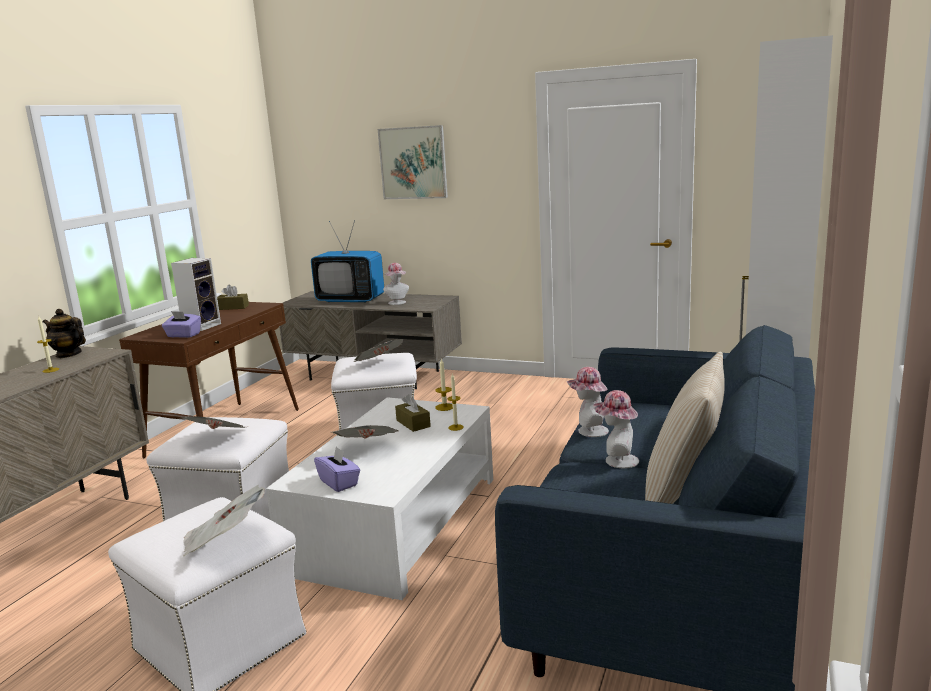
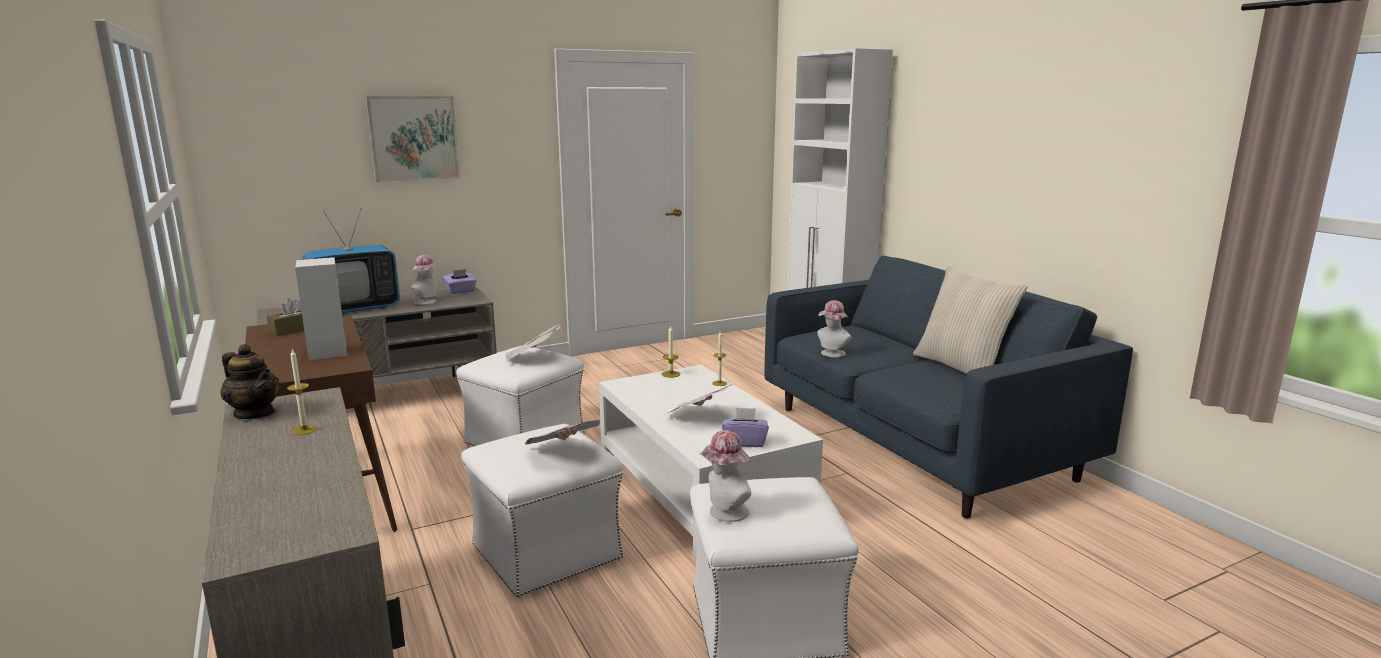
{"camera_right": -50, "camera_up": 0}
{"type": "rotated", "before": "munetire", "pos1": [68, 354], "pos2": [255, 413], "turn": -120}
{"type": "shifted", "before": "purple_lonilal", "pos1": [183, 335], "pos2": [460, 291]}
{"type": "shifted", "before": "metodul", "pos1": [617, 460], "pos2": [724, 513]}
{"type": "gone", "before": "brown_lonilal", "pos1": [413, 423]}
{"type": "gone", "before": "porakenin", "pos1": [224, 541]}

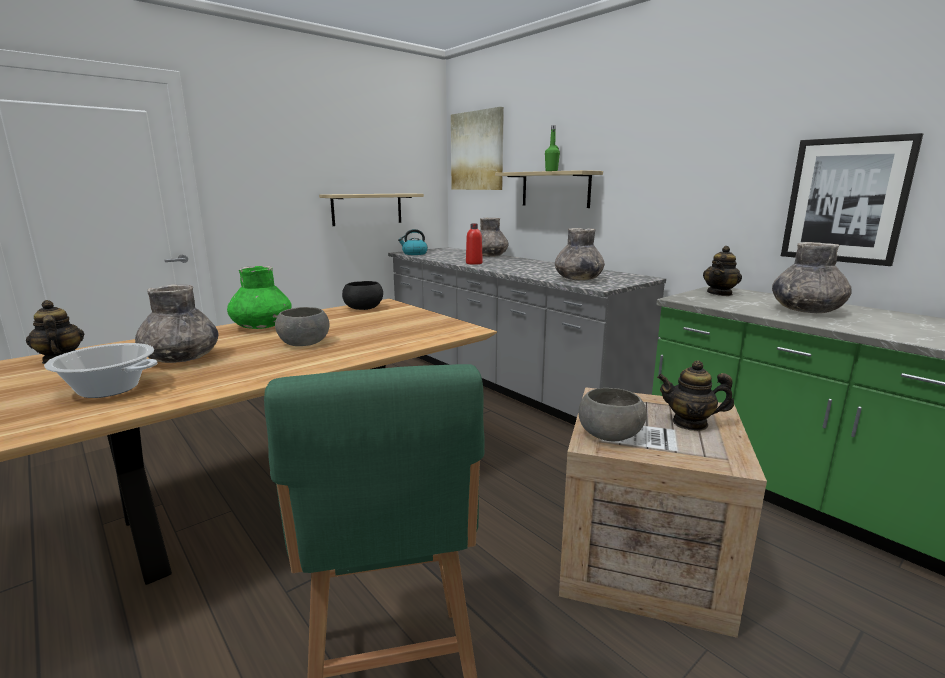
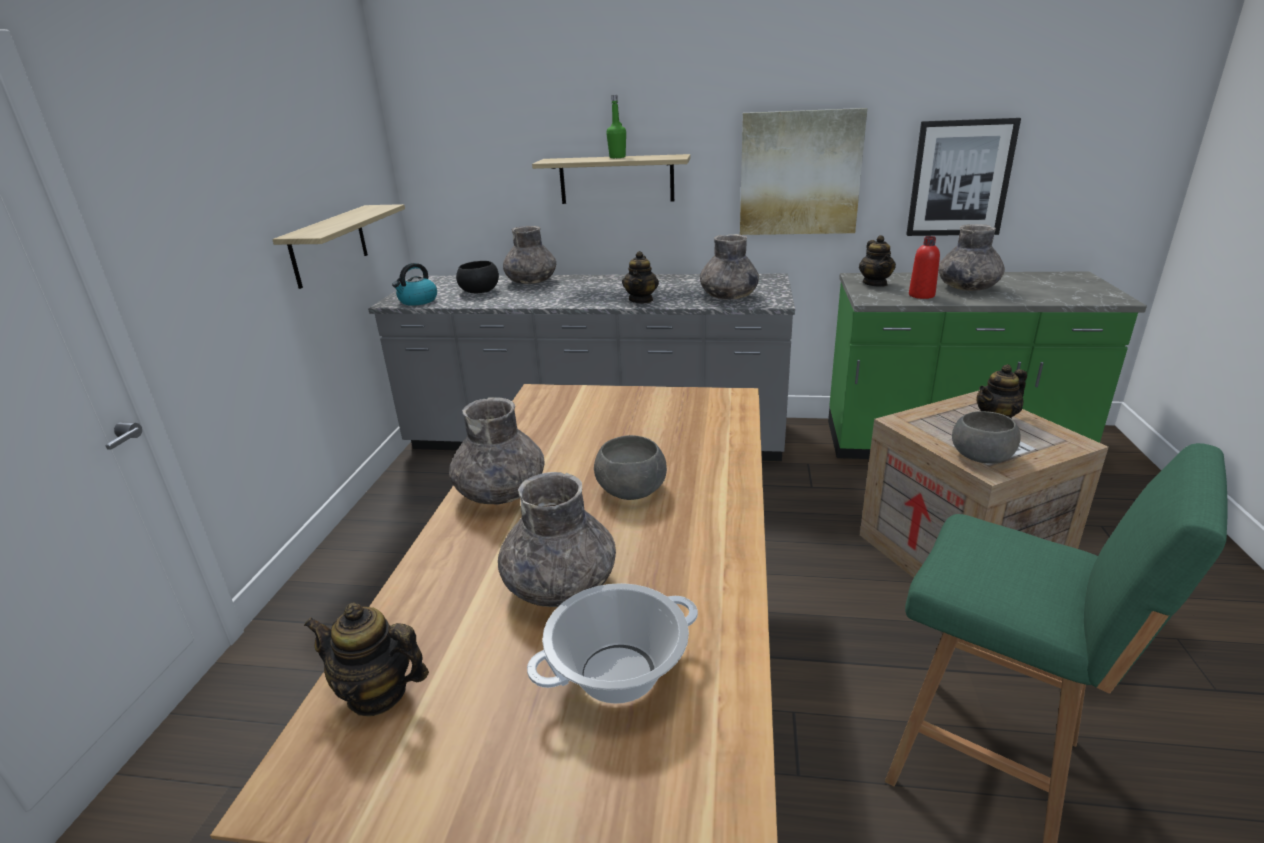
{"camera_right": -40, "camera_up": 10}
{"type": "shifted", "before": "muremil", "pos1": [477, 151], "pos2": [799, 173]}
{"type": "shifted", "before": "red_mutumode", "pos1": [474, 263], "pos2": [921, 295]}
{"type": "repainted", "before": "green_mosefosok", "after": "grey_mosefosok", "pos1": [262, 326], "pos2": [501, 492]}
{"type": "shifted", "before": "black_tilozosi", "pos1": [363, 308], "pos2": [479, 291]}
{"type": "new", "after": "munetire", "pos2": [641, 300]}

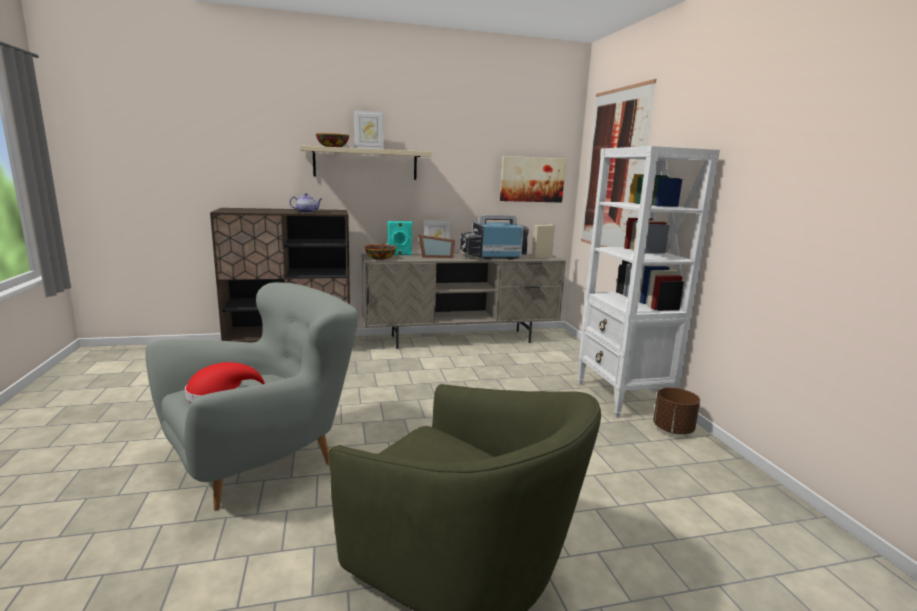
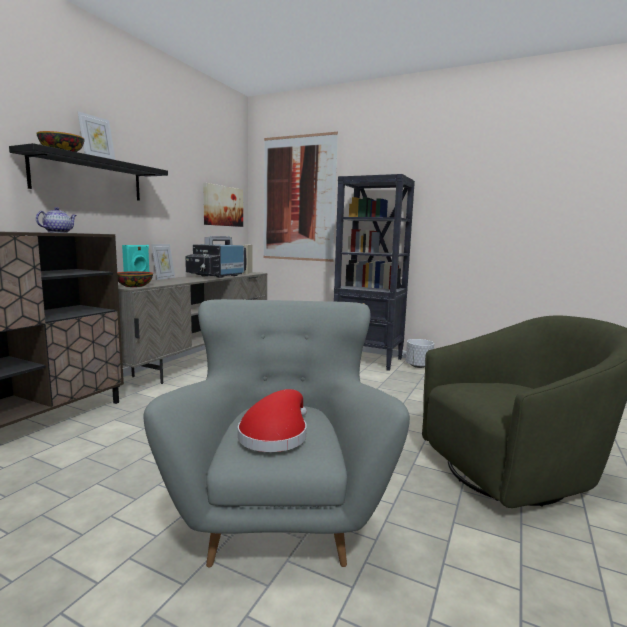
{"camera_right": -50, "camera_up": -5}
{"type": "repainted", "before": "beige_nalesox", "after": "black_nalesox", "pos1": [365, 163], "pos2": [89, 178]}
{"type": "repainted", "before": "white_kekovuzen", "after": "black_kekovuzen", "pos1": [623, 397], "pos2": [368, 360]}
{"type": "gone", "before": "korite", "pos1": [435, 256]}
{"type": "repainted", "before": "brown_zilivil", "after": "white_zilivil", "pos1": [672, 429], "pos2": [418, 366]}

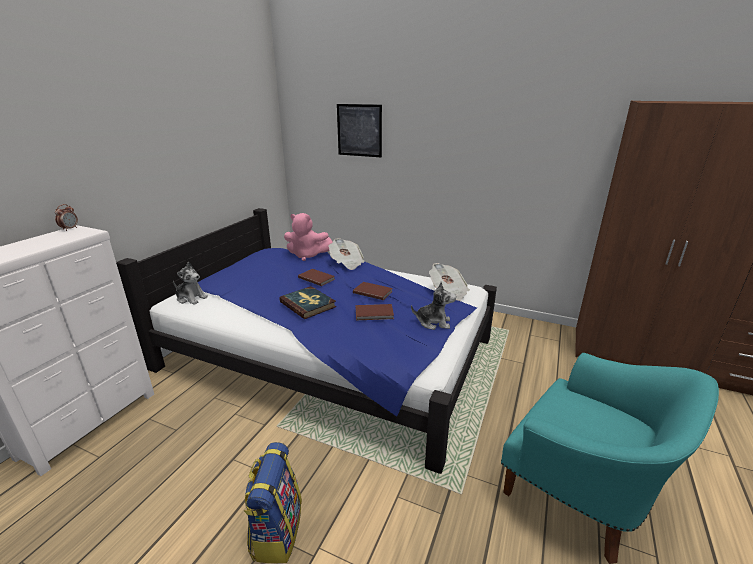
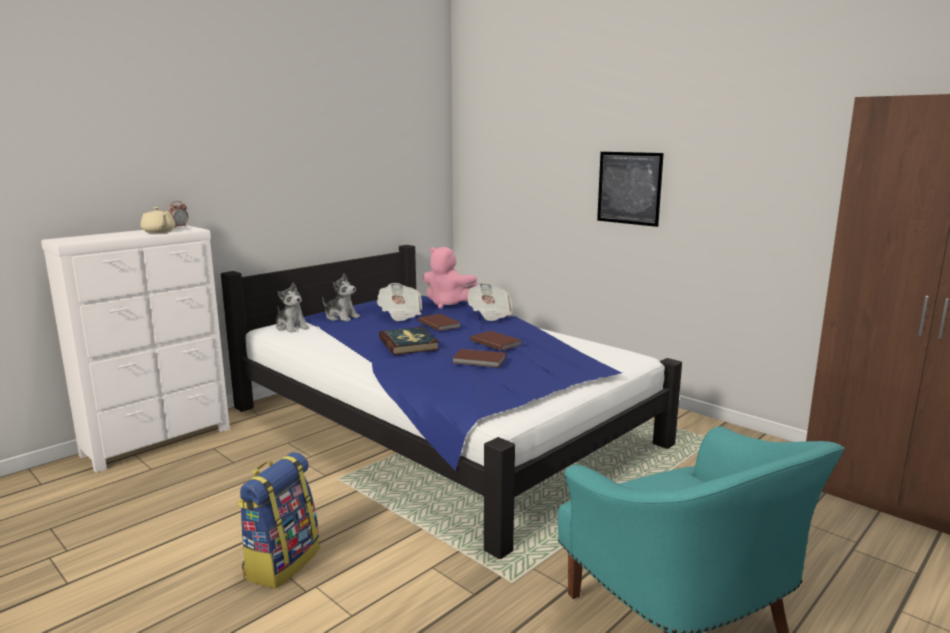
{"camera_right": 20, "camera_up": -10}
{"type": "shifted", "before": "muremil", "pos1": [359, 130], "pos2": [629, 188]}
{"type": "shifted", "before": "porakenin", "pos1": [448, 291], "pos2": [400, 314]}
{"type": "shifted", "before": "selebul", "pos1": [433, 322], "pos2": [341, 317]}
{"type": "new", "after": "beige_munetire", "pos2": [159, 232]}

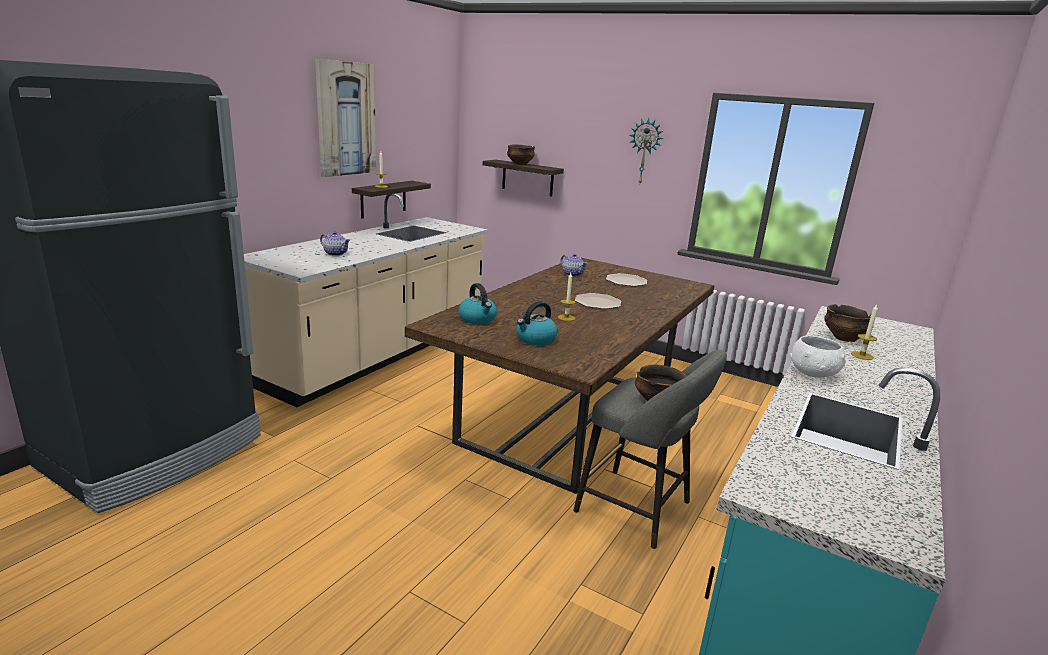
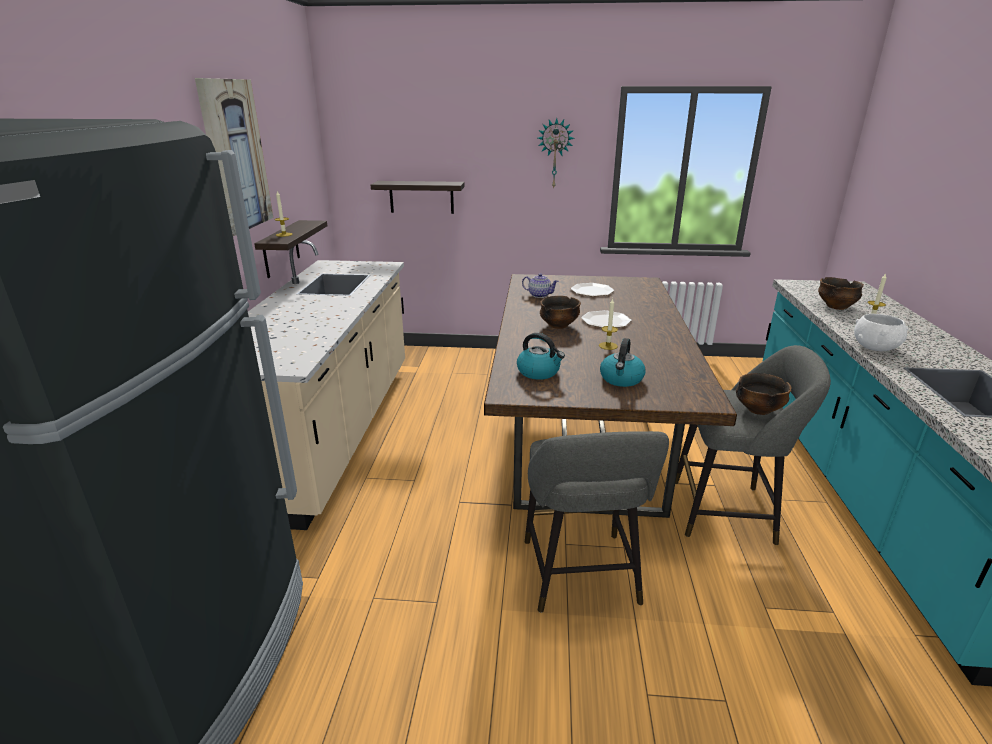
{"camera_right": -25, "camera_up": 5}
{"type": "shifted", "before": "tilozosi", "pos1": [520, 164], "pos2": [558, 326]}
{"type": "gone", "before": "munetire", "pos1": [335, 253]}
{"type": "new", "after": "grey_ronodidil", "pos2": [581, 577]}

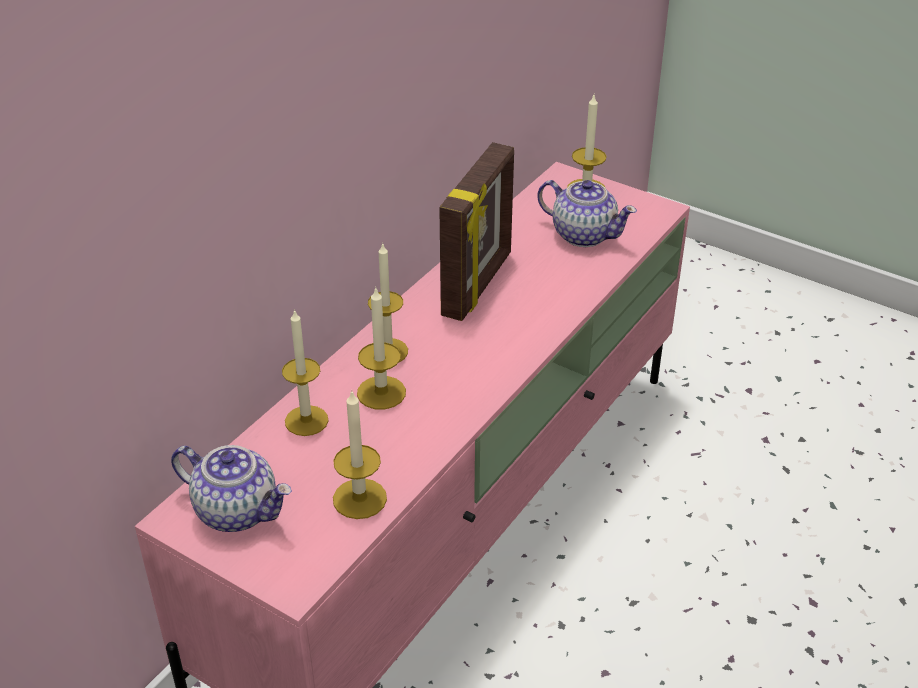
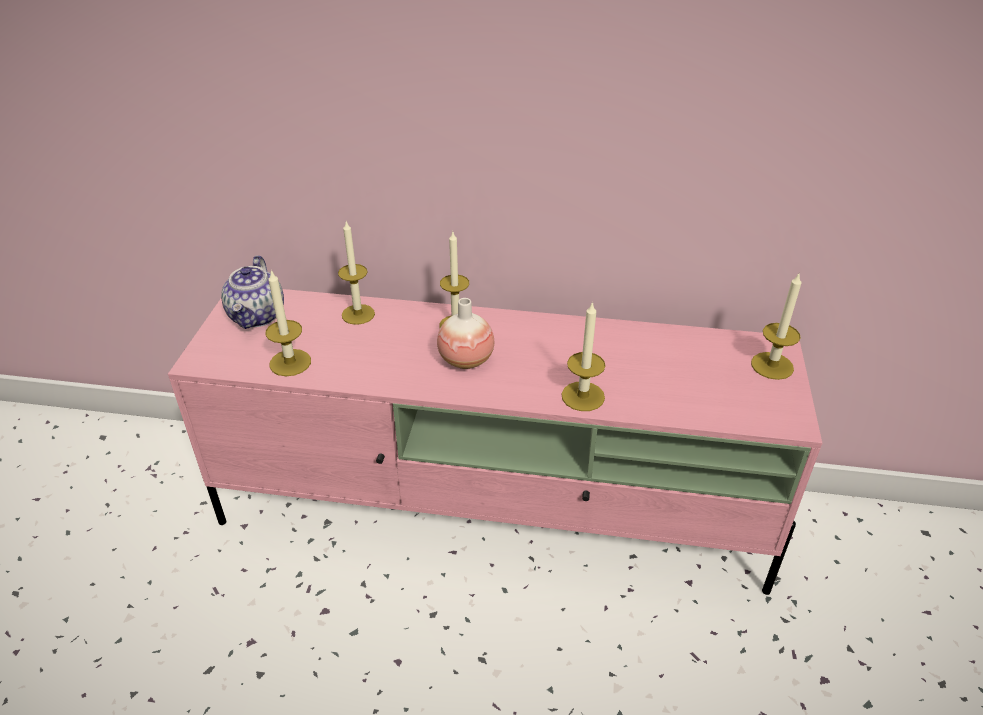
{"camera_right": 65, "camera_up": 0}
{"type": "gone", "before": "korite", "pos1": [478, 285]}
{"type": "gone", "before": "munetire", "pos1": [583, 234]}
{"type": "shifted", "before": "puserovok", "pos1": [381, 392], "pos2": [583, 396]}
{"type": "new", "after": "mosefosok", "pos2": [466, 360]}

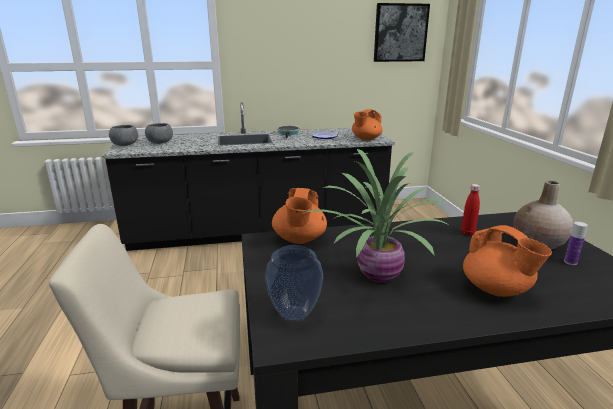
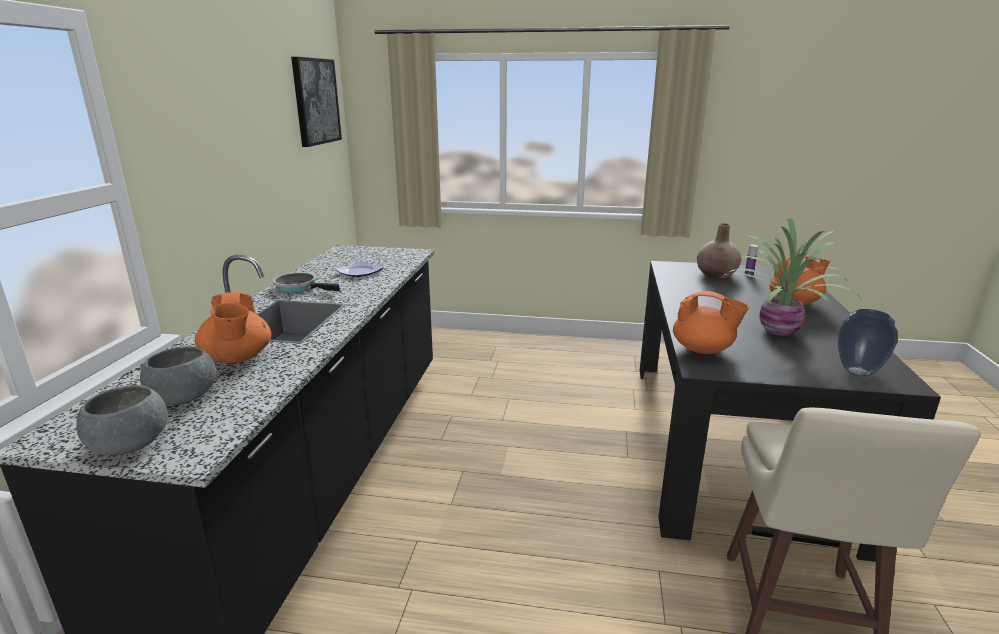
{"camera_right": -70, "camera_up": 0}
{"type": "shifted", "before": "orange_munetire", "pos1": [366, 139], "pos2": [238, 358]}
{"type": "gone", "before": "red_mutumode", "pos1": [467, 233]}

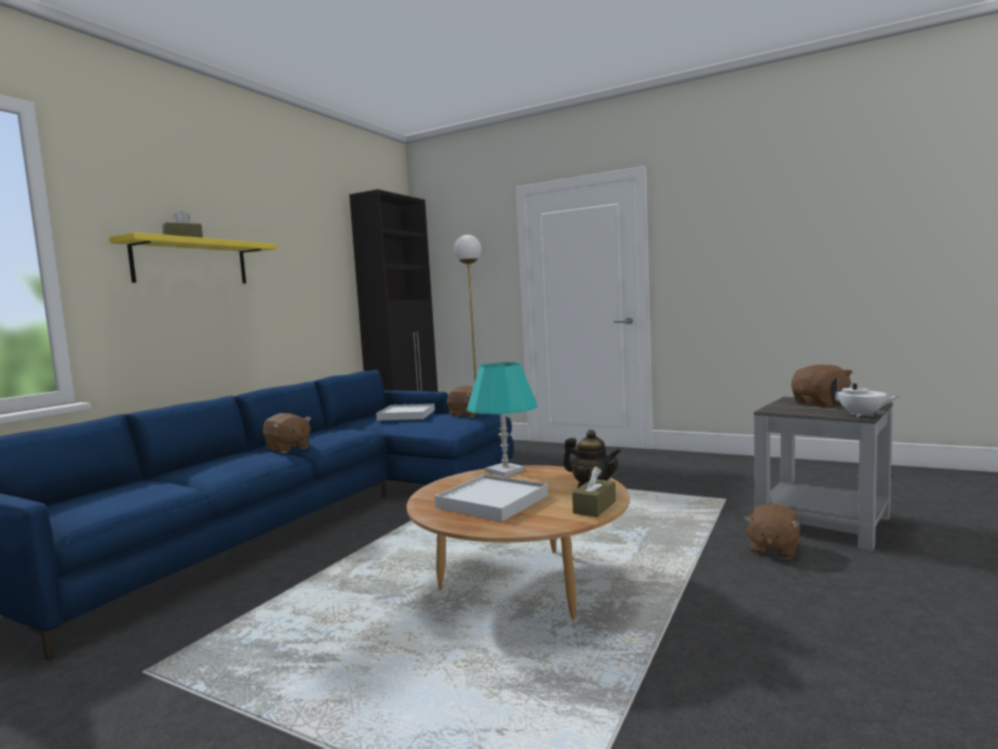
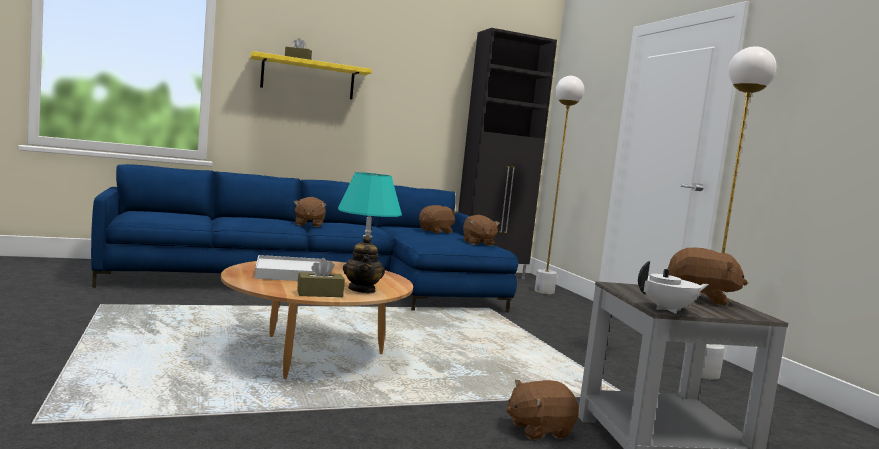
{"camera_right": 40, "camera_up": 0}
{"type": "rotated", "before": "white_munetire", "pos1": [862, 415], "pos2": [669, 310], "turn": -105}
{"type": "swapped", "before": "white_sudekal", "after": "brown_selebul", "pos1": [406, 415], "pos2": [436, 231]}
{"type": "new", "after": "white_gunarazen", "pos2": [703, 374]}

